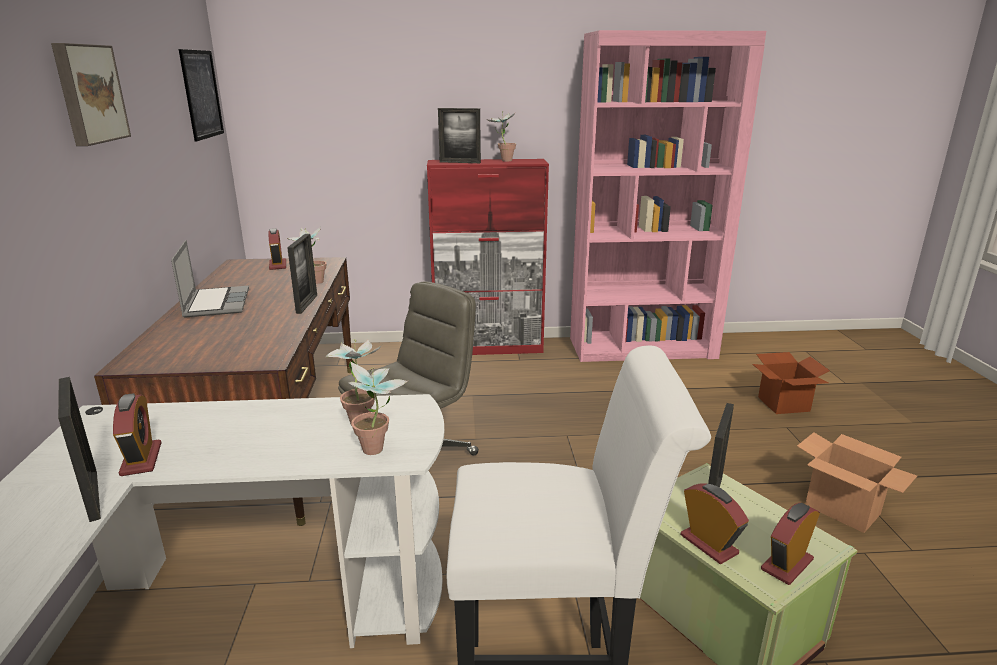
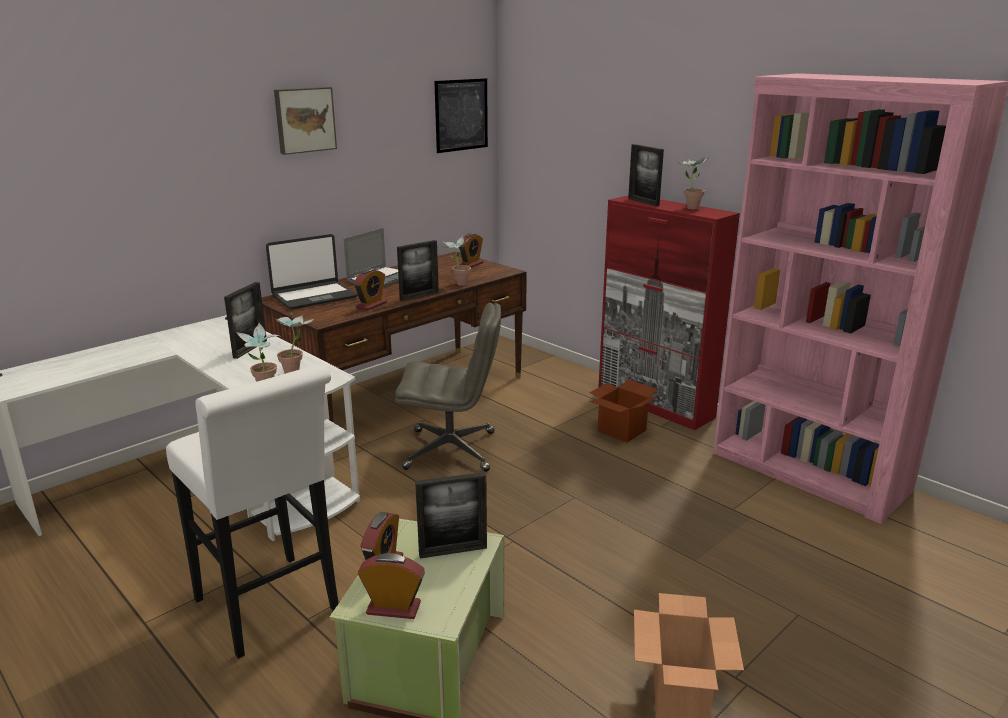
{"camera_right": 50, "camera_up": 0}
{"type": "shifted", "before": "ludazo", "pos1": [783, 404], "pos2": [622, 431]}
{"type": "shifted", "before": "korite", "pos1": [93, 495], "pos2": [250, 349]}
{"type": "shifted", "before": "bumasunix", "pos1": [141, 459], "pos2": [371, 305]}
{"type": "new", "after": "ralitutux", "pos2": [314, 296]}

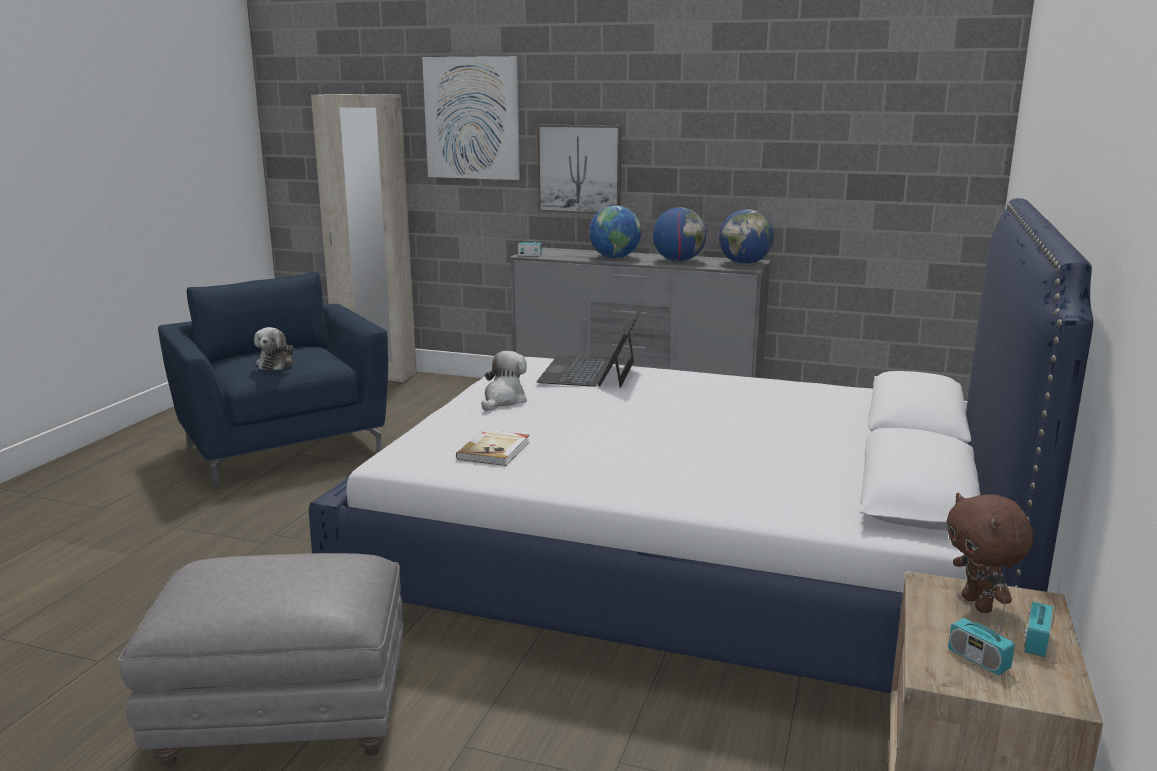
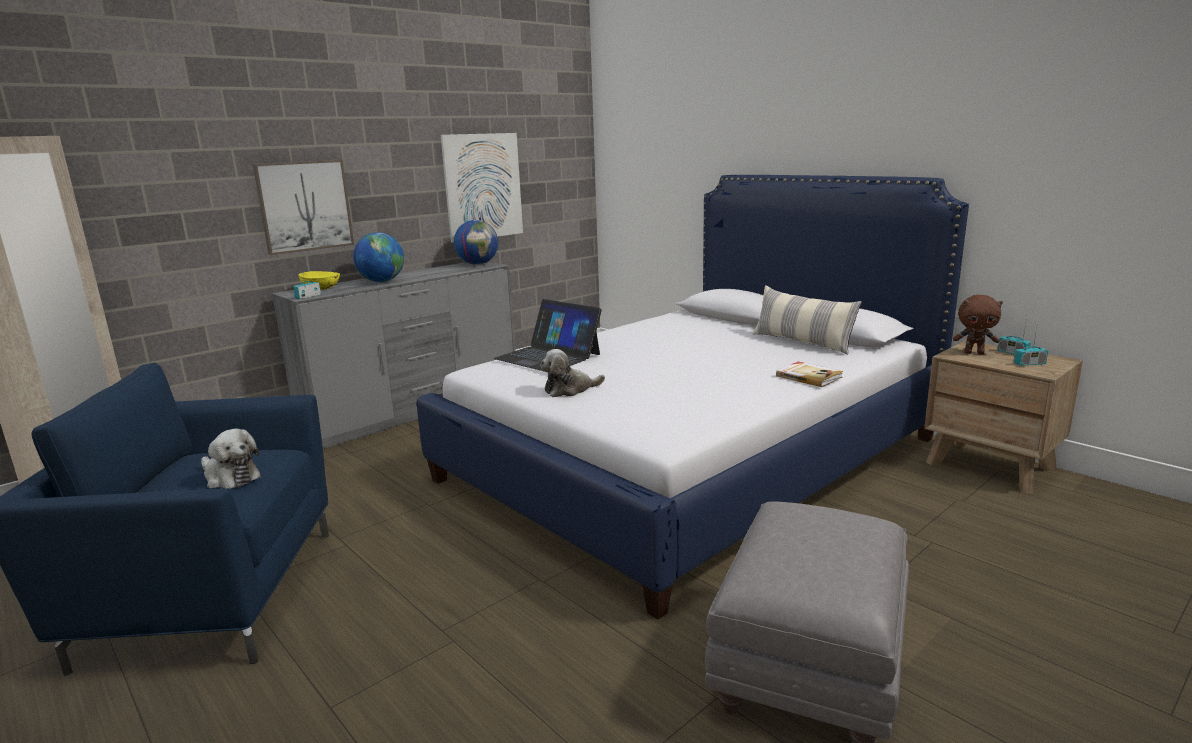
{"camera_right": -60, "camera_up": 0}
{"type": "shifted", "before": "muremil", "pos1": [471, 118], "pos2": [483, 186]}
{"type": "gone", "before": "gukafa", "pos1": [678, 261]}
{"type": "rotated", "before": "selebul", "pos1": [503, 400], "pos2": [569, 390], "turn": -75}
{"type": "shifted", "before": "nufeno", "pos1": [495, 450], "pos2": [809, 376]}
{"type": "new", "after": "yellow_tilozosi", "pos2": [322, 289]}
{"type": "new", "after": "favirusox", "pos2": [802, 342]}

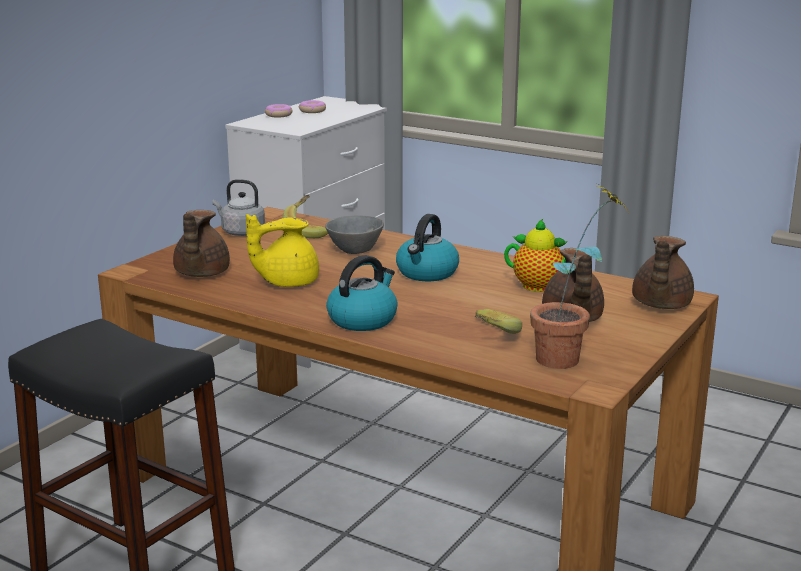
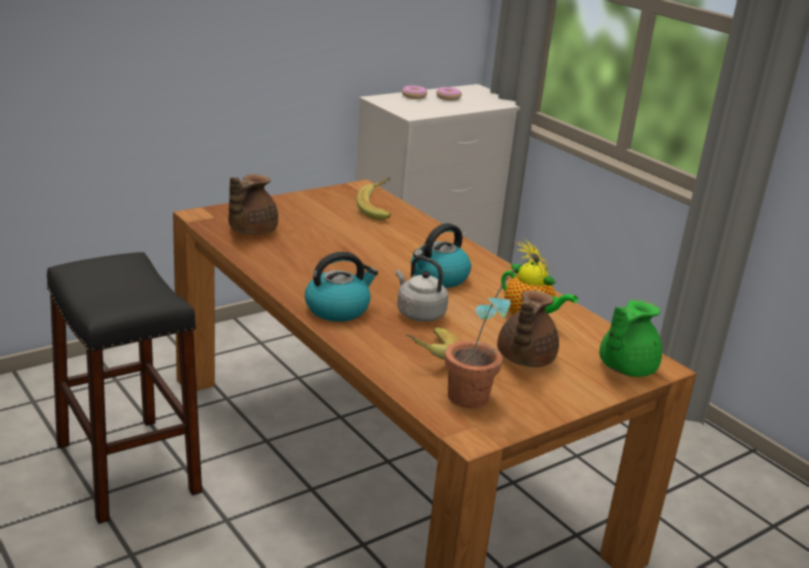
{"camera_right": 20, "camera_up": 5}
{"type": "shifted", "before": "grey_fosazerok", "pos1": [241, 232], "pos2": [418, 313]}
{"type": "gone", "before": "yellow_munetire", "pos1": [287, 282]}
{"type": "gone", "before": "grey_tilozosi", "pos1": [354, 249]}
{"type": "repainted", "before": "brown_munetire", "after": "green_munetire", "pos1": [660, 305], "pos2": [624, 367]}

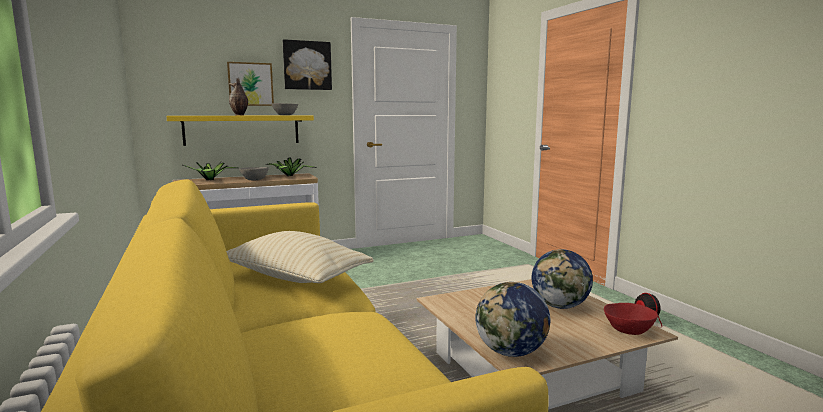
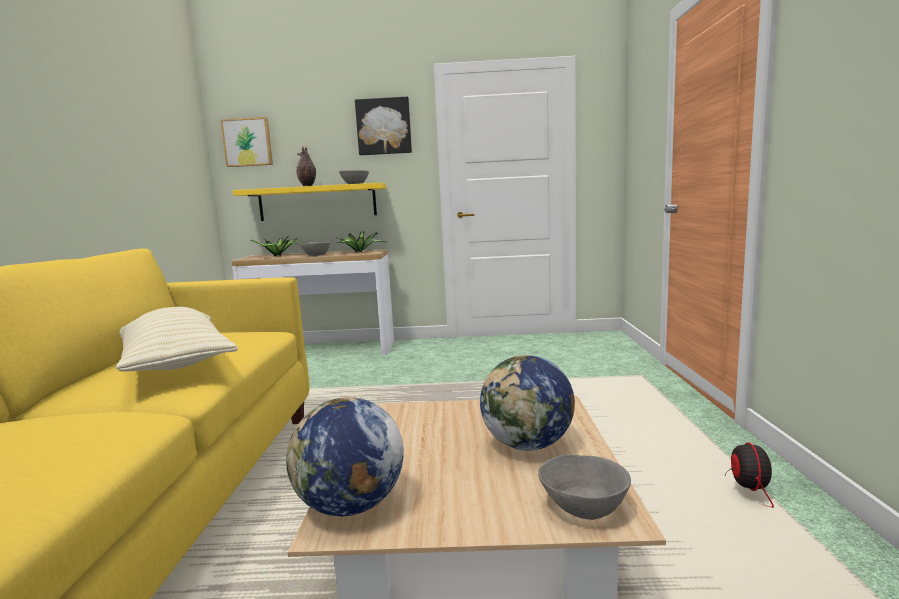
{"camera_right": 25, "camera_up": 0}
{"type": "shifted", "before": "muremil", "pos1": [250, 84], "pos2": [248, 142]}
{"type": "repainted", "before": "red_tilozosi", "after": "grey_tilozosi", "pos1": [628, 330], "pos2": [585, 507]}

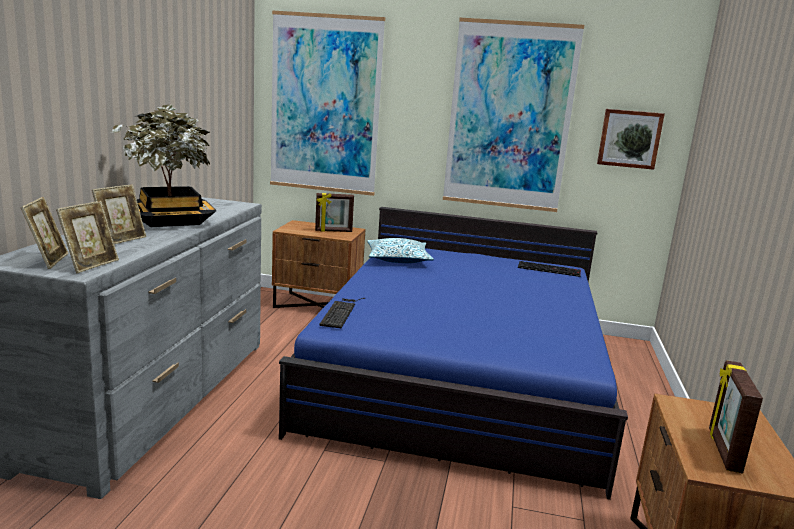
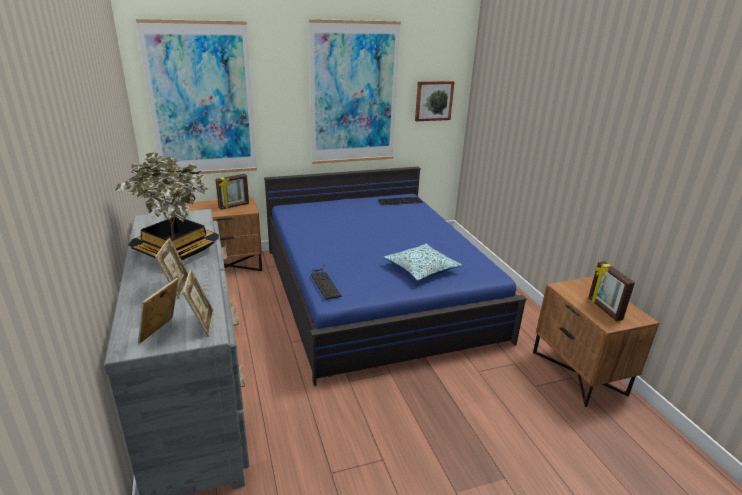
{"camera_right": -30, "camera_up": 10}
{"type": "rotated", "before": "korite", "pos1": [48, 261], "pos2": [162, 332], "turn": -120}
{"type": "shifted", "before": "favirusox", "pos1": [398, 259], "pos2": [421, 269]}

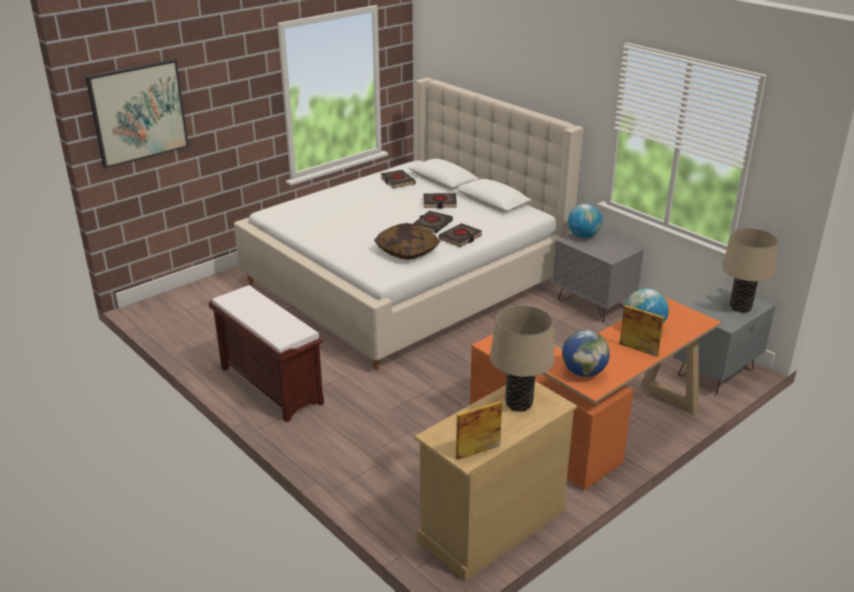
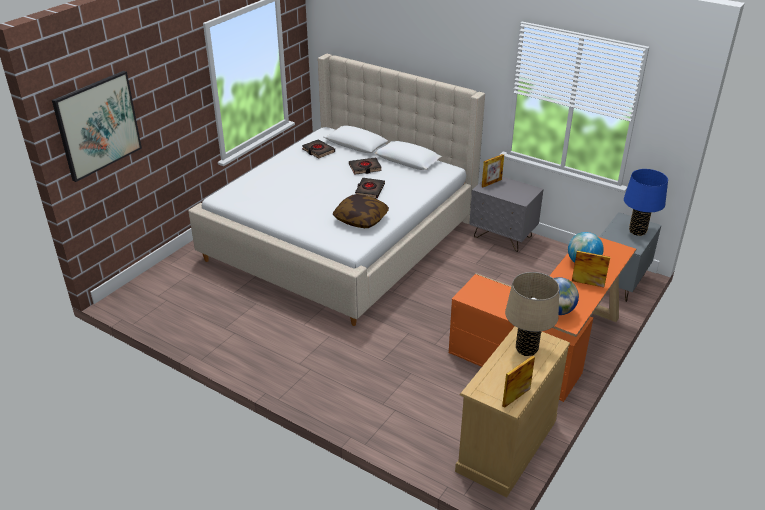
{"camera_right": -15, "camera_up": 5}
{"type": "swapped", "before": "gukafa", "after": "korite", "pos1": [583, 236], "pos2": [491, 183]}
{"type": "gone", "before": "black_nufeno", "pos1": [460, 238]}
{"type": "repainted", "before": "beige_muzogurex", "after": "blue_muzogurex", "pos1": [740, 307], "pos2": [637, 231]}
{"type": "gone", "before": "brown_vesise", "pos1": [270, 385]}

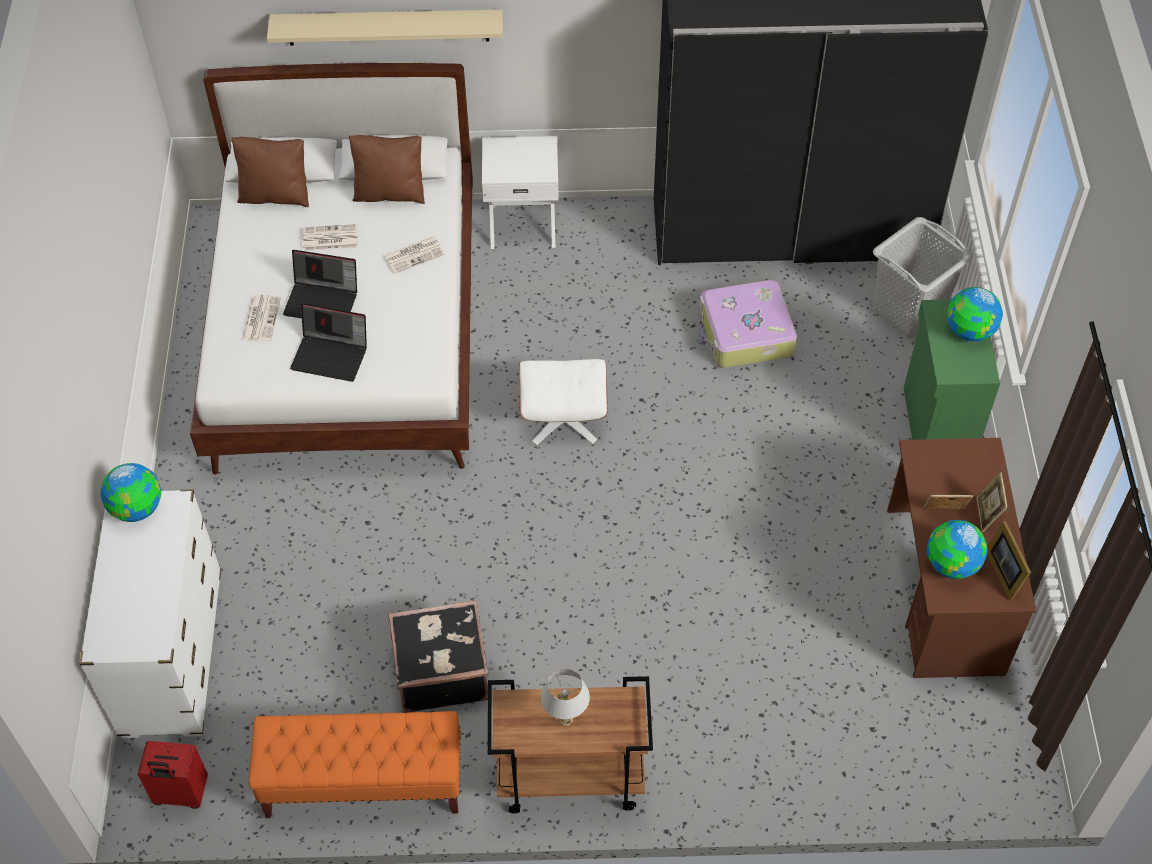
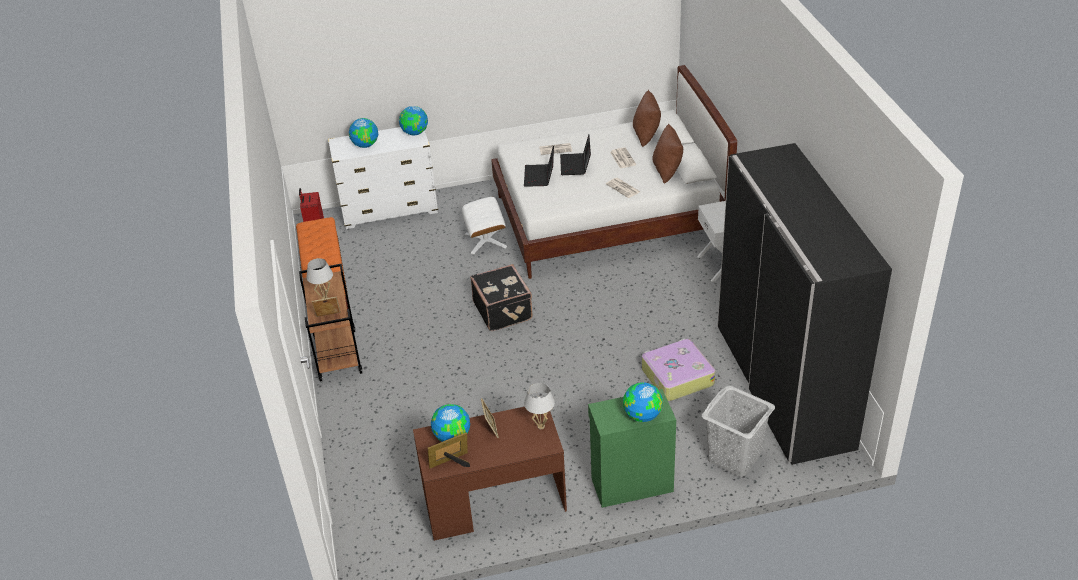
{"camera_right": 80, "camera_up": -15}
{"type": "gone", "before": "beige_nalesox", "pos1": [388, 27]}
{"type": "shifted", "before": "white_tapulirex", "pos1": [564, 417], "pos2": [486, 240]}
{"type": "shifted", "before": "korite", "pos1": [987, 515], "pos2": [328, 317]}
{"type": "shifted", "before": "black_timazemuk", "pos1": [440, 670], "pos2": [503, 310]}
{"type": "new", "after": "gukafa", "pos2": [365, 145]}
{"type": "new", "after": "white_muzogurex", "pos2": [541, 426]}

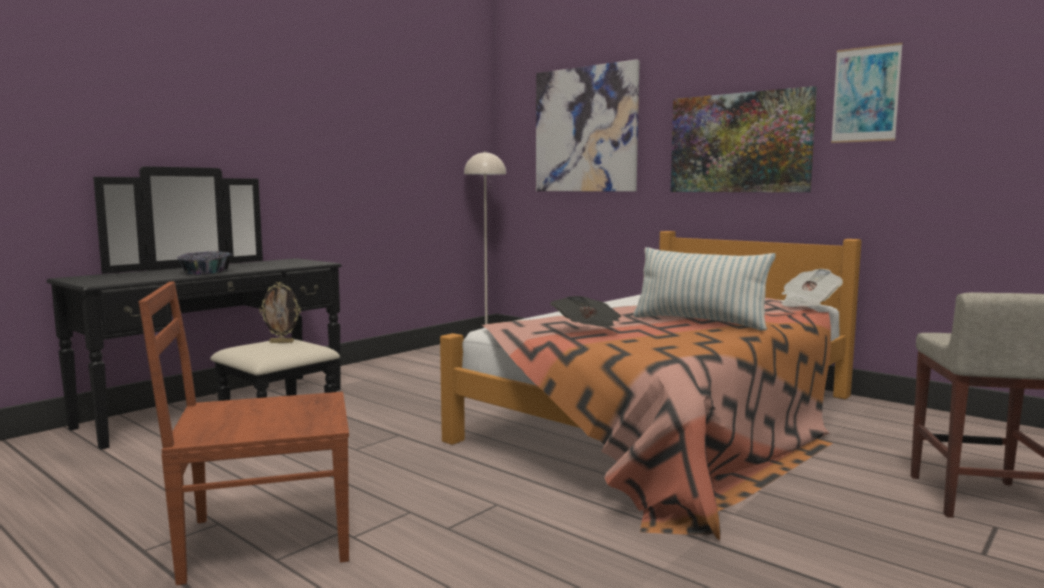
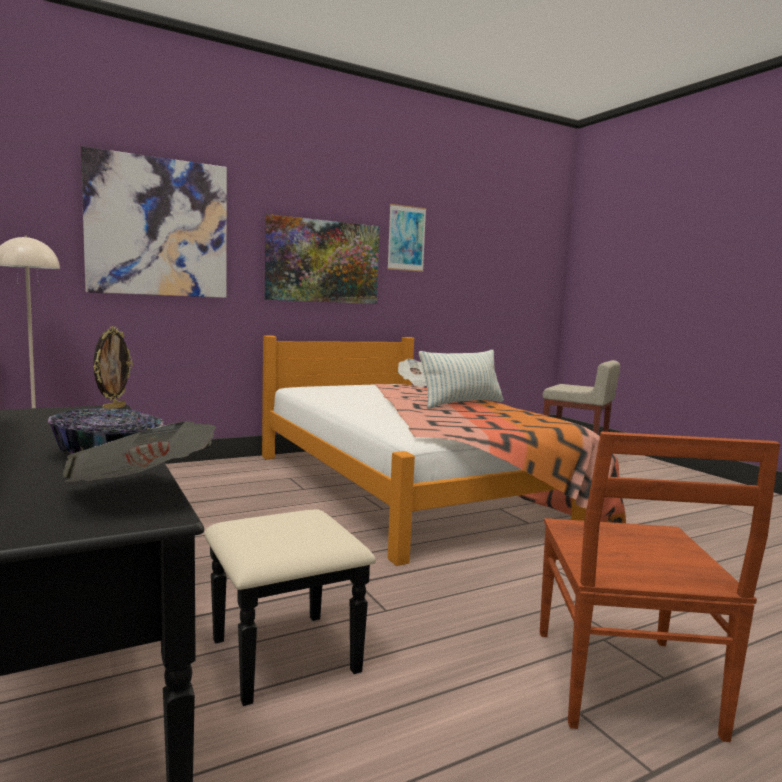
{"camera_right": -70, "camera_up": 0}
{"type": "shifted", "before": "korite", "pos1": [282, 342], "pos2": [113, 408]}
{"type": "shifted", "before": "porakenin", "pos1": [588, 332], "pos2": [141, 493]}

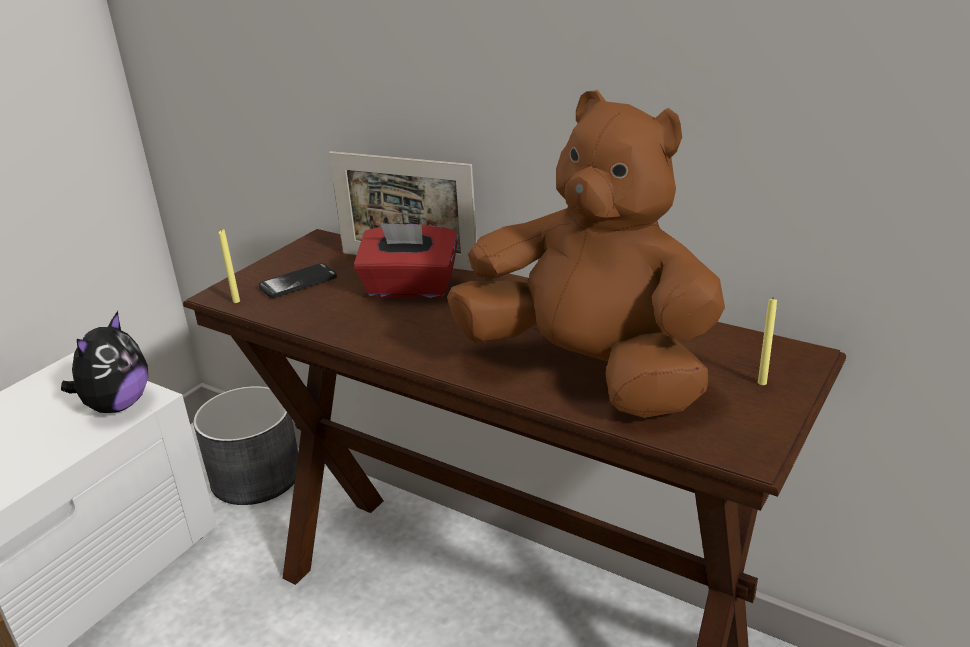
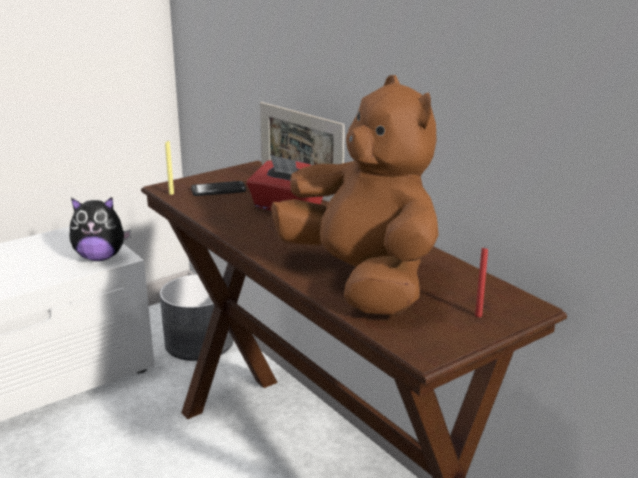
{"camera_right": 20, "camera_up": -5}
{"type": "repainted", "before": "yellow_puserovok", "after": "red_puserovok", "pos1": [762, 383], "pos2": [478, 315]}
{"type": "rotated", "before": "selebul", "pos1": [117, 405], "pos2": [100, 257], "turn": 45}

